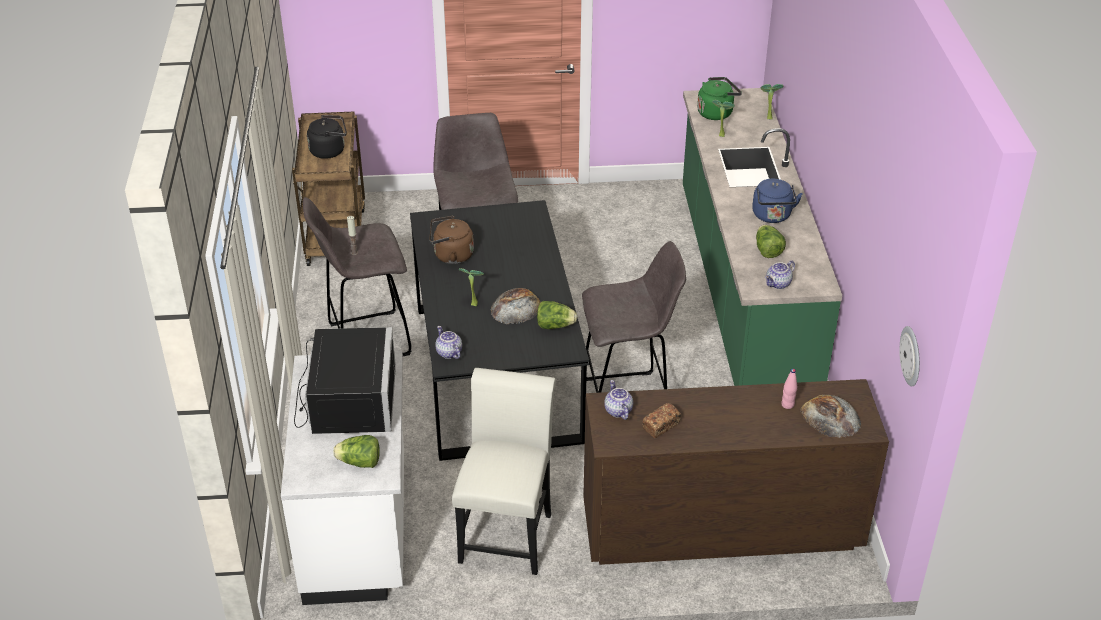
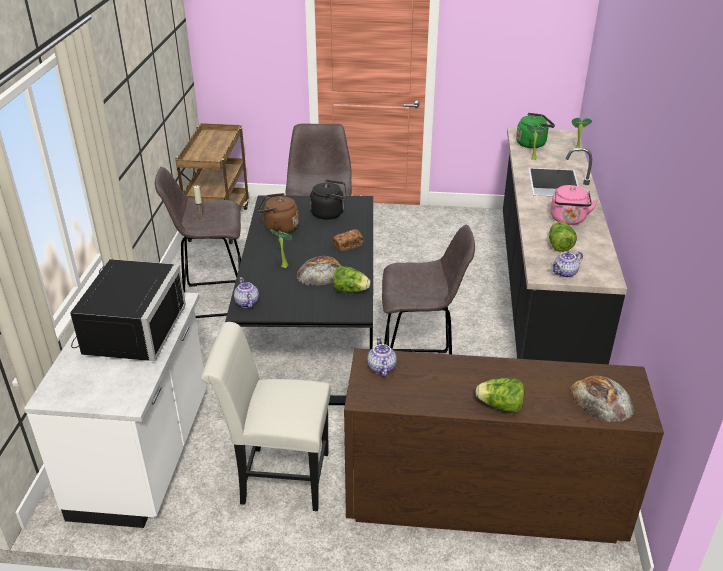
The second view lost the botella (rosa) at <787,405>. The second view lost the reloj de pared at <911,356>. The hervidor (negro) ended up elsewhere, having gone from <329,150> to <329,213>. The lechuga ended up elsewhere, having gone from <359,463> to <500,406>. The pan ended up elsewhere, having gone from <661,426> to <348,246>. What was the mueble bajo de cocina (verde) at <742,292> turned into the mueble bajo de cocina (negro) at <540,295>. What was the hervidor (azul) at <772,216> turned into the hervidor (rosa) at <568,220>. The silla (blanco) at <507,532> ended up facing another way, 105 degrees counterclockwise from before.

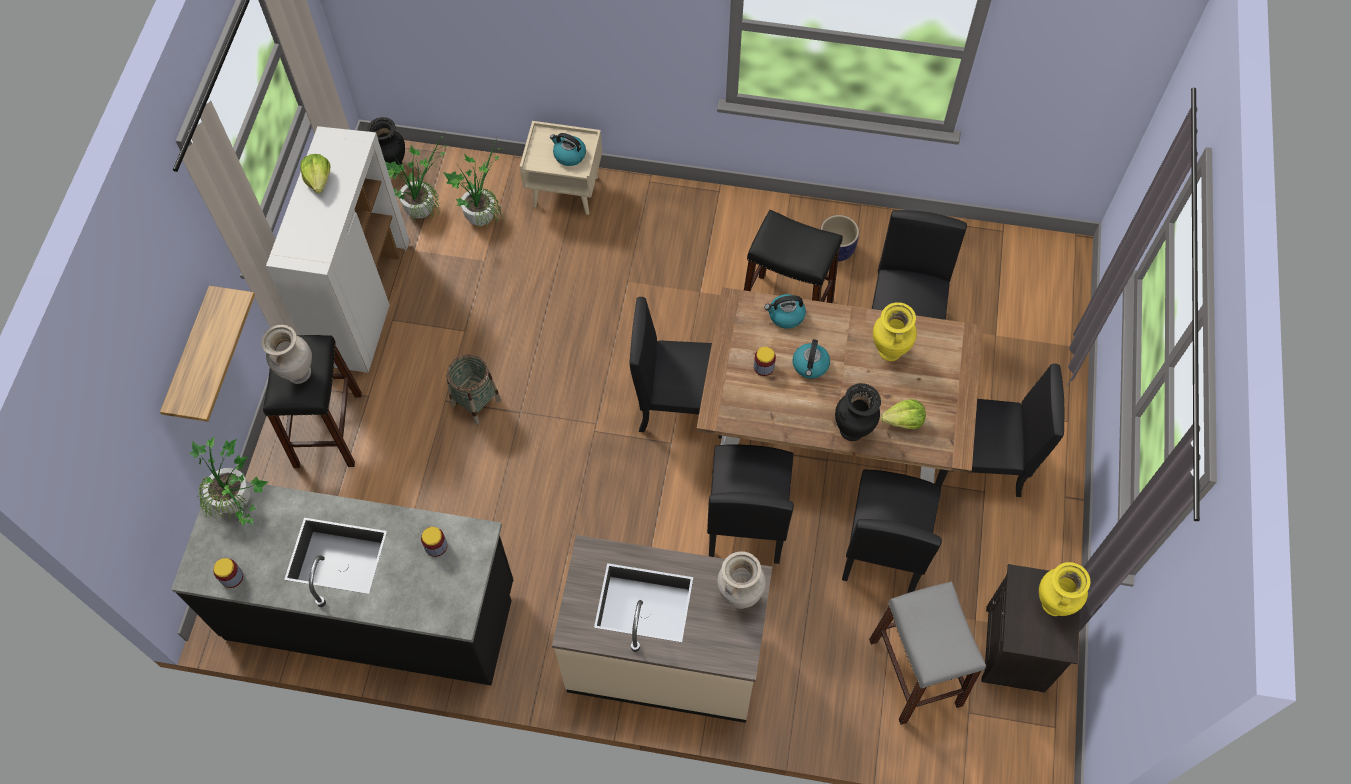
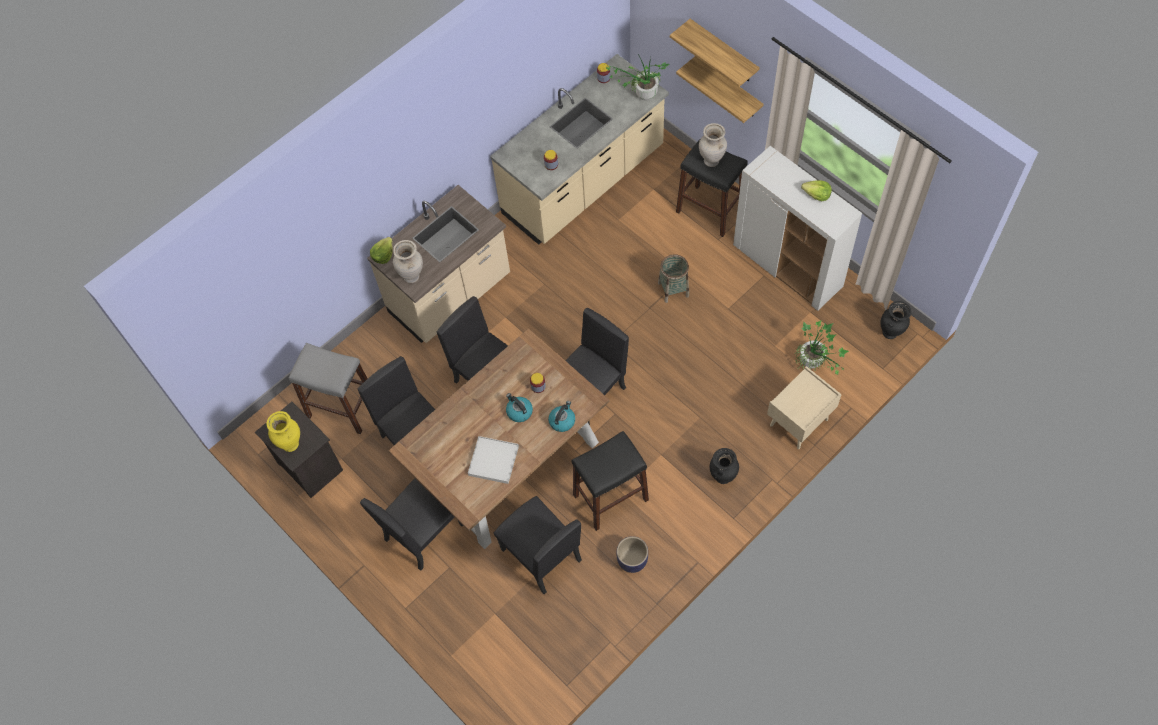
The second view lost the planta en maceta at <423,205>. The second view lost the hervidor at <569,155>. The second view gained the estante at <723,52>. The florero (negro) ended up elsewhere, having gone from <852,432> to <722,477>. The lechuga ended up elsewhere, having gone from <903,421> to <383,255>. Where the florero (amarillo) stood at <888,352>, the bandeja (blanco) came to stand at <493,461>. What was the mueble bajo de cocina (negro) at <371,610> turned into the mueble bajo de cocina (beis) at <584,182>.

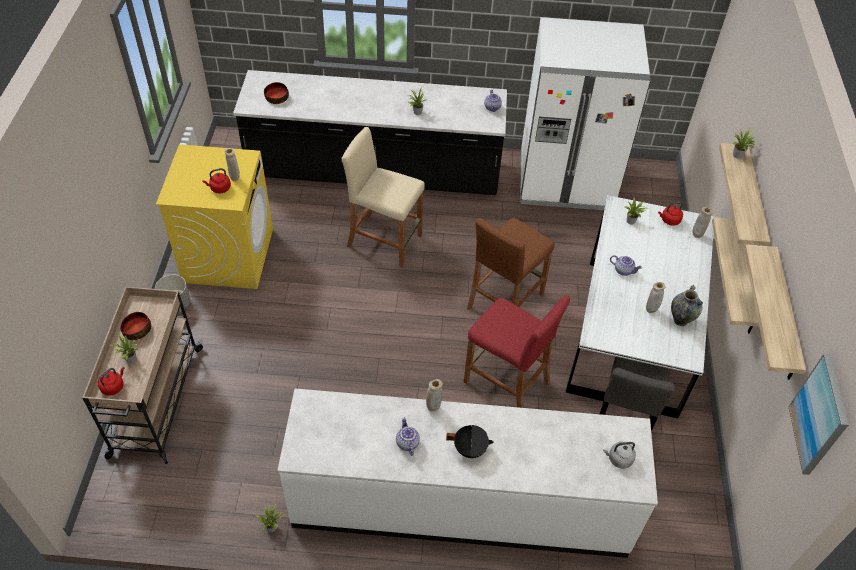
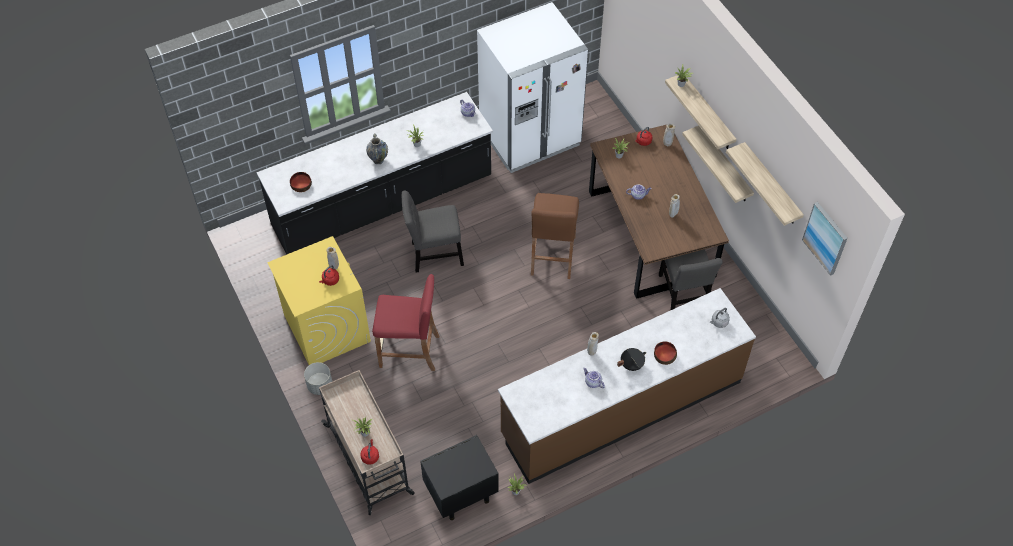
The second view gained the mesita de noche (negro) at <460,495>. The cuenco ended up elsewhere, having gone from <137,330> to <664,355>. The taburete (rojo) ended up elsewhere, having gone from <506,382> to <409,351>. The florero ended up elsewhere, having gone from <680,320> to <378,160>. Where the taburete (beis) stood at <384,241>, the silla (gris) came to stand at <434,255>. What was the mueble bajo de cocina (blanco) at <460,503> turned into the mueble bajo de cocina (marrón) at <621,407>. What was the mesa de comedor (blanco) at <630,332> turned into the mesa de comedor (marrón) at <650,233>.

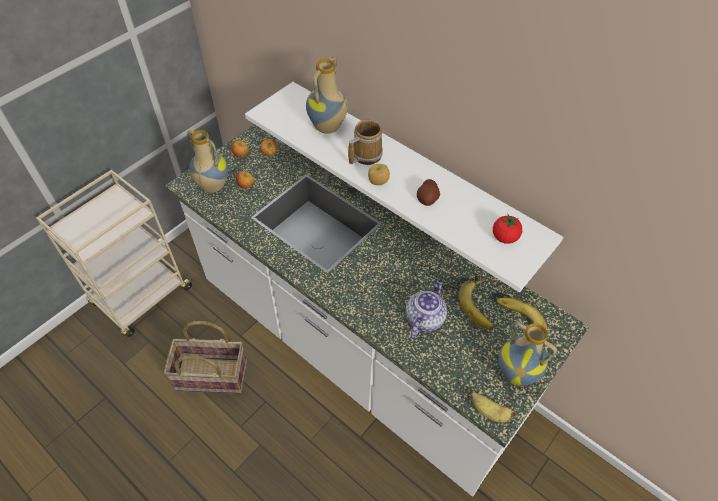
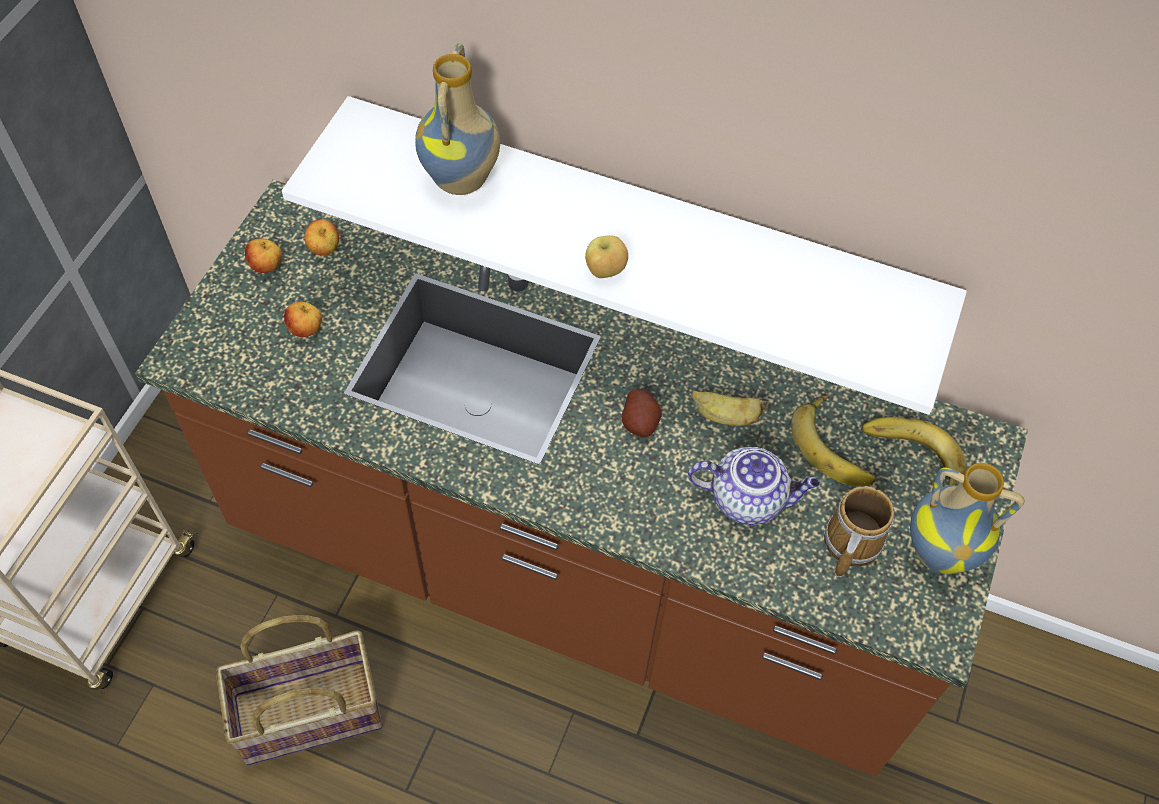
The second view lost the florero at <212,186>. The second view lost the tomate at <504,237>. The taza grande ended up elsewhere, having gone from <364,155> to <849,543>. The patata ended up elsewhere, having gone from <427,199> to <640,422>. The plátano ended up elsewhere, having gone from <489,412> to <725,416>. What was the mueble bajo de cocina (blanco) at <357,350> turned into the mueble bajo de cocina (marrón) at <571,576>. The tetera at <424,318> ended up facing another way, 90 degrees clockwise from before.

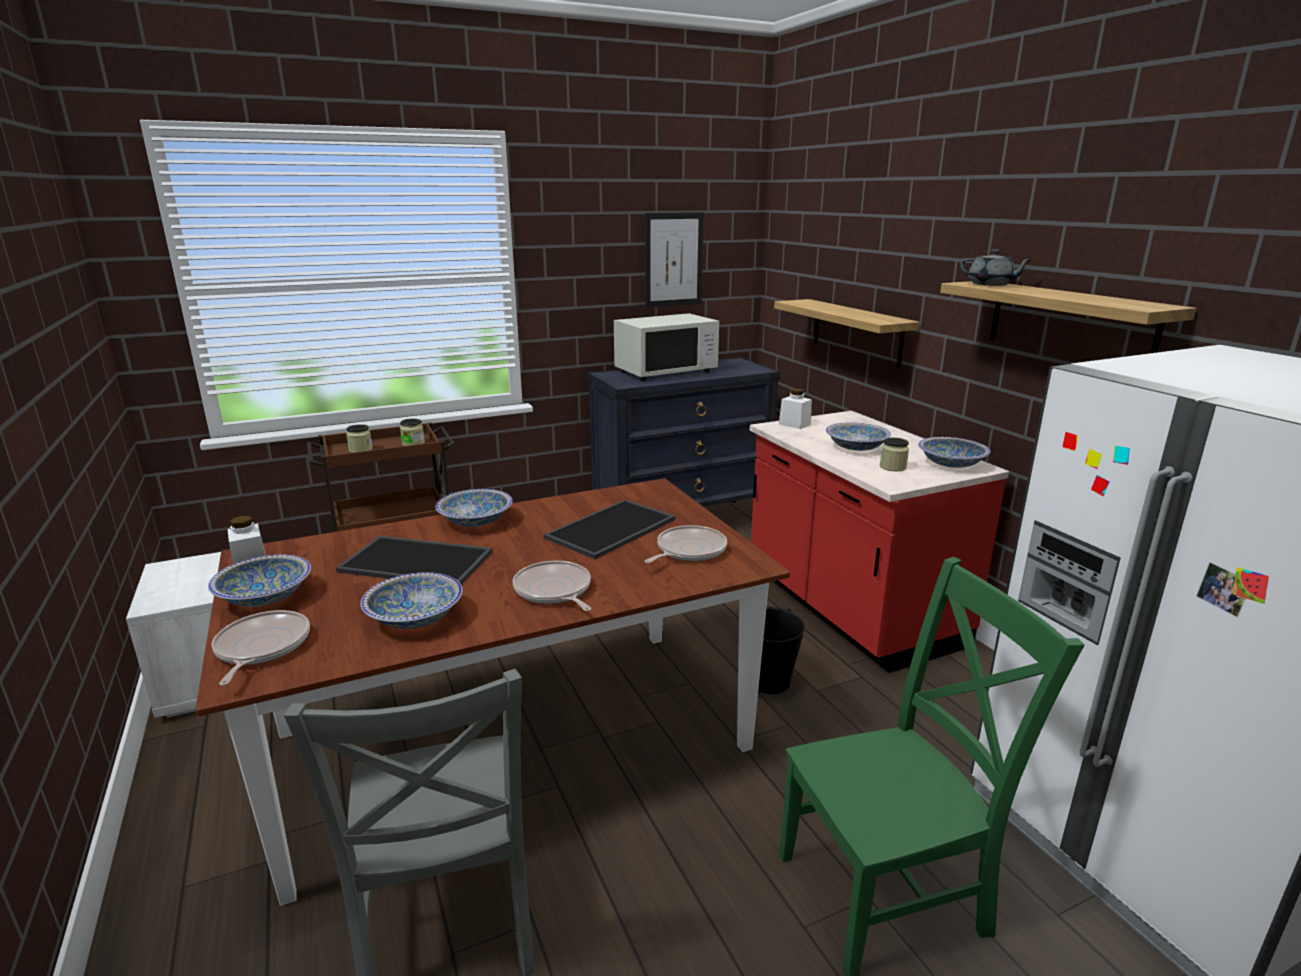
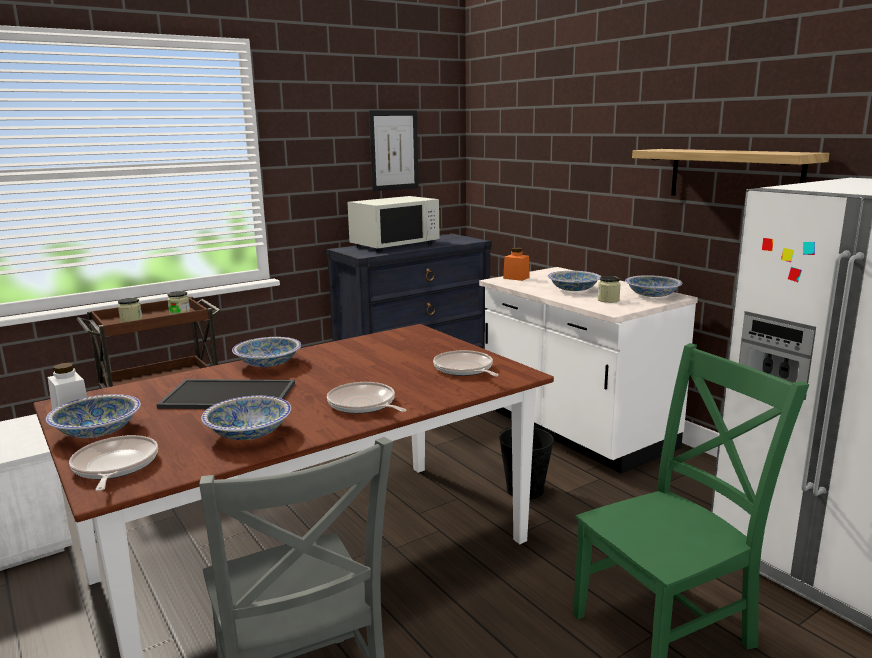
The second view lost the bandeja at <611,529>. The second view lost the estante at <857,332>. The second view lost the tetera (gris) at <991,284>. What was the mueble bajo de cocina (rojo) at <849,609> turned into the mueble bajo de cocina (blanco) at <575,431>. What was the tarro (blanco) at <794,424> turned into the tarro (naranja) at <516,278>. The sartén at <688,550> ended up facing another way, 60 degrees counterclockwise from before.

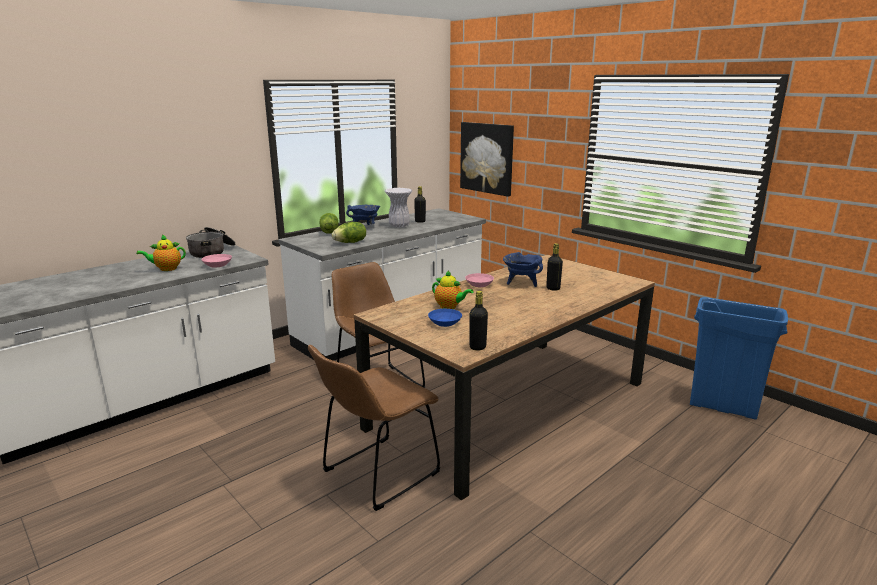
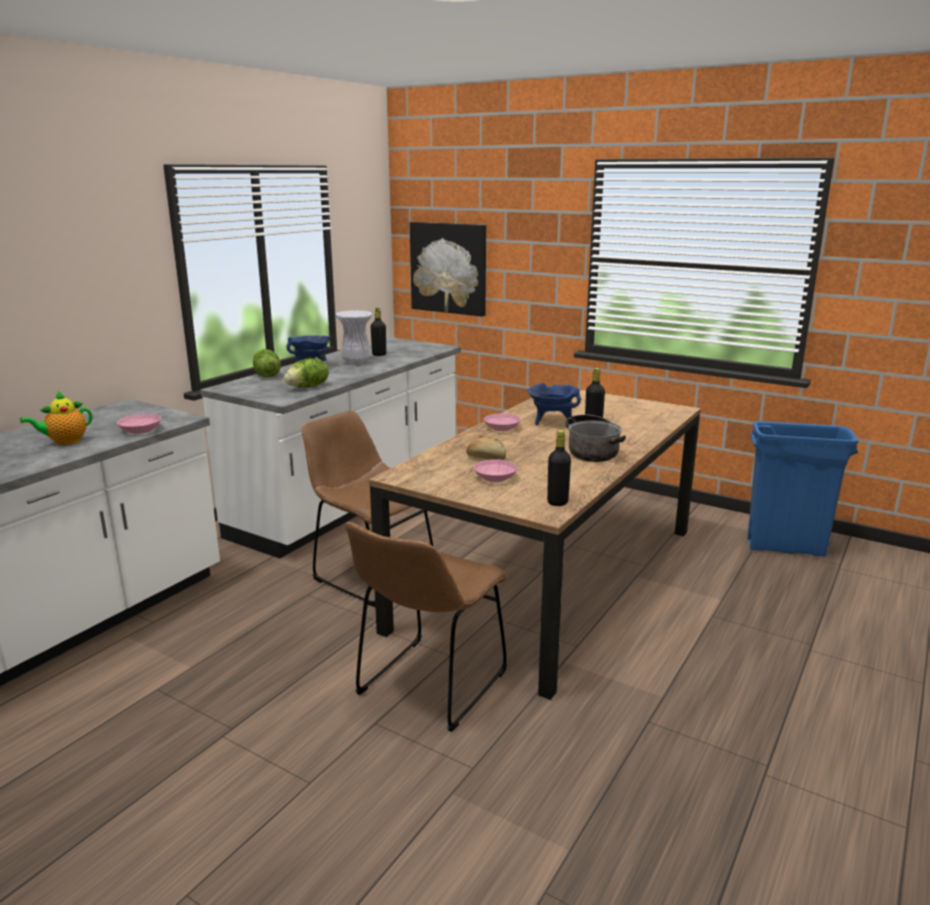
The olla ended up elsewhere, having gone from <212,251> to <592,450>. Where the tetera stood at <450,307>, the pan came to stand at <486,458>. What was the cuenco (azul) at <445,322> turned into the cuenco (rosa) at <495,477>.

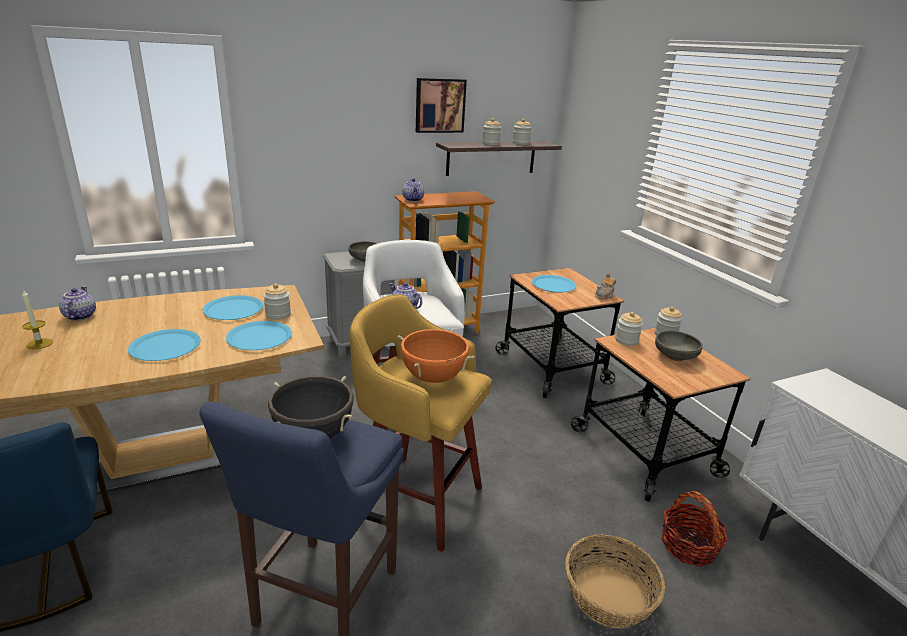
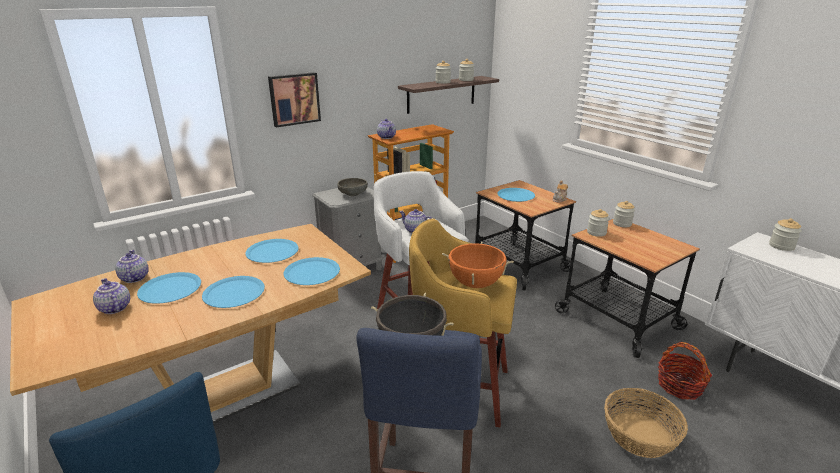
The second view lost the cuenco (gris) at <675,356>. The second view gained the plato (azul) at <170,289>. The tarro ended up elsewhere, having gone from <278,314> to <781,246>. The cuadro ended up elsewhere, having gone from <439,105> to <294,99>. Where the vela stood at <39,344>, the tetera came to stand at <114,308>.

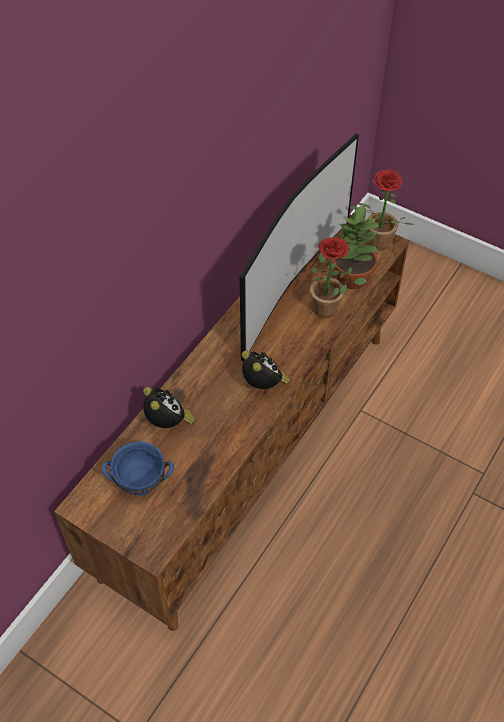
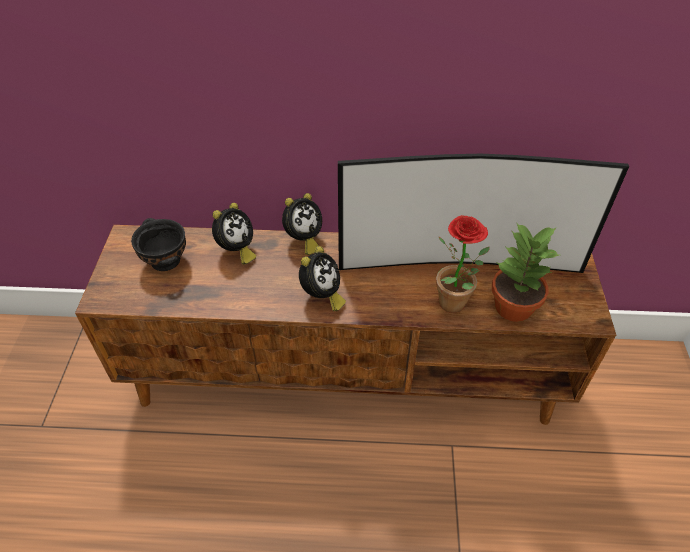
The second view lost the planta en maceta at <375,245>. The second view gained the despertador at <303,240>. What was the cuenco (azul) at <142,483> turned into the cuenco (negro) at <165,262>.

